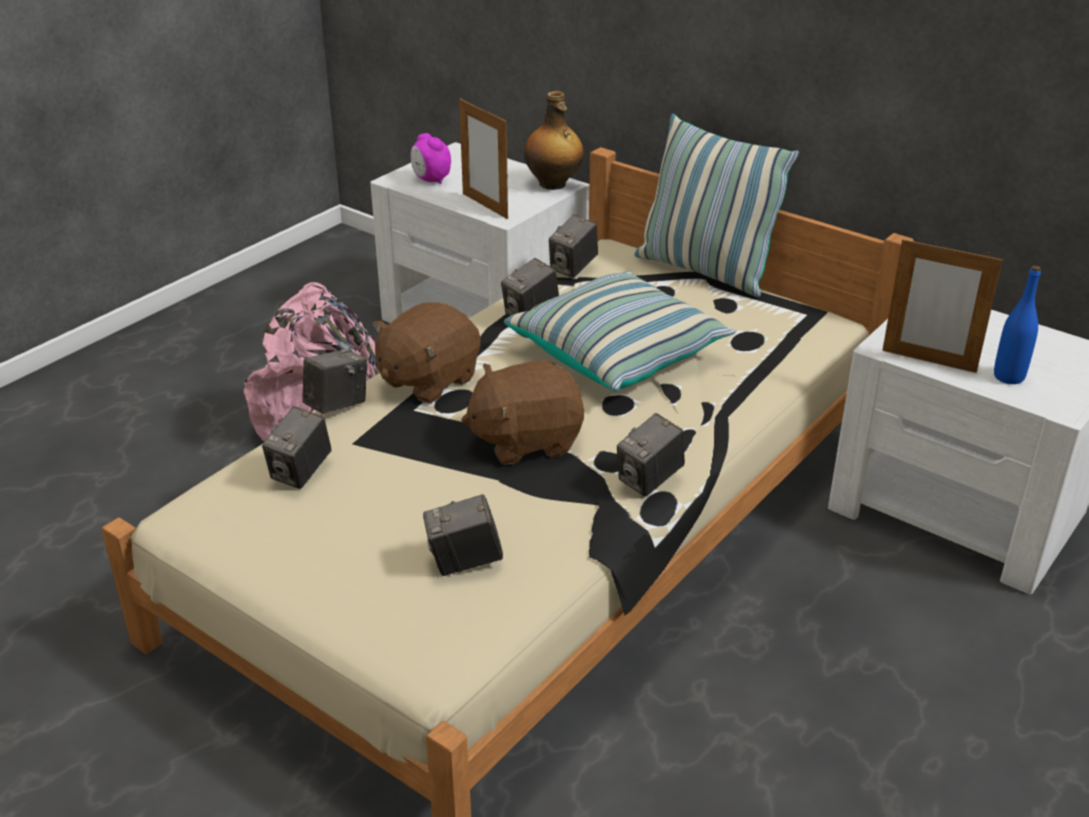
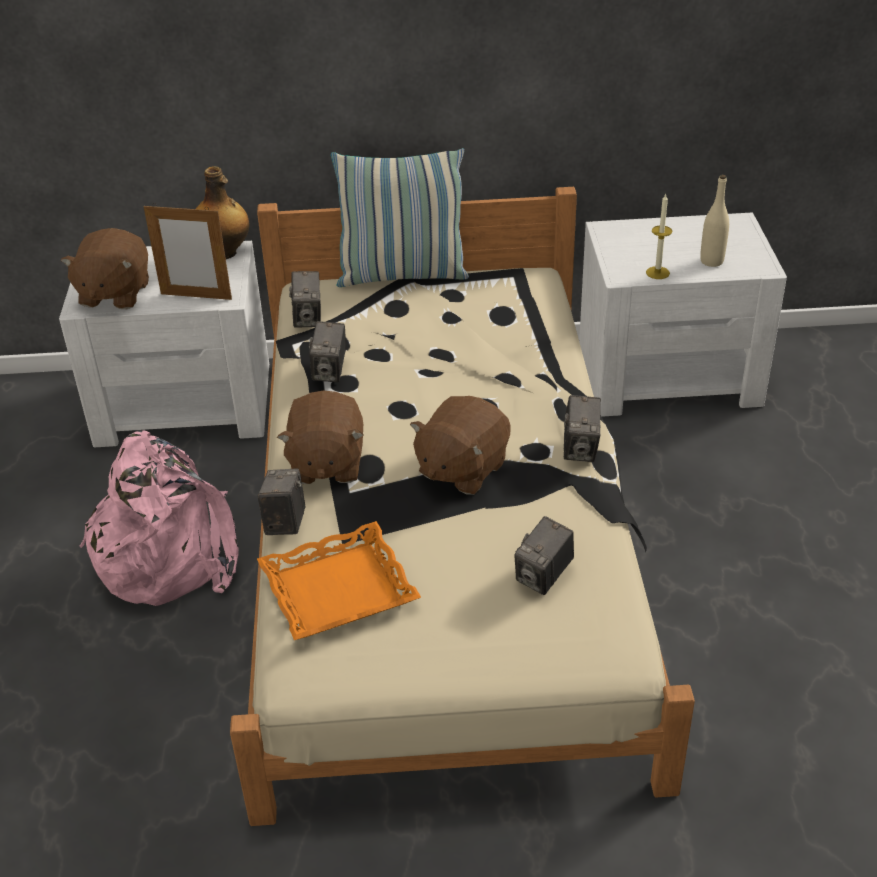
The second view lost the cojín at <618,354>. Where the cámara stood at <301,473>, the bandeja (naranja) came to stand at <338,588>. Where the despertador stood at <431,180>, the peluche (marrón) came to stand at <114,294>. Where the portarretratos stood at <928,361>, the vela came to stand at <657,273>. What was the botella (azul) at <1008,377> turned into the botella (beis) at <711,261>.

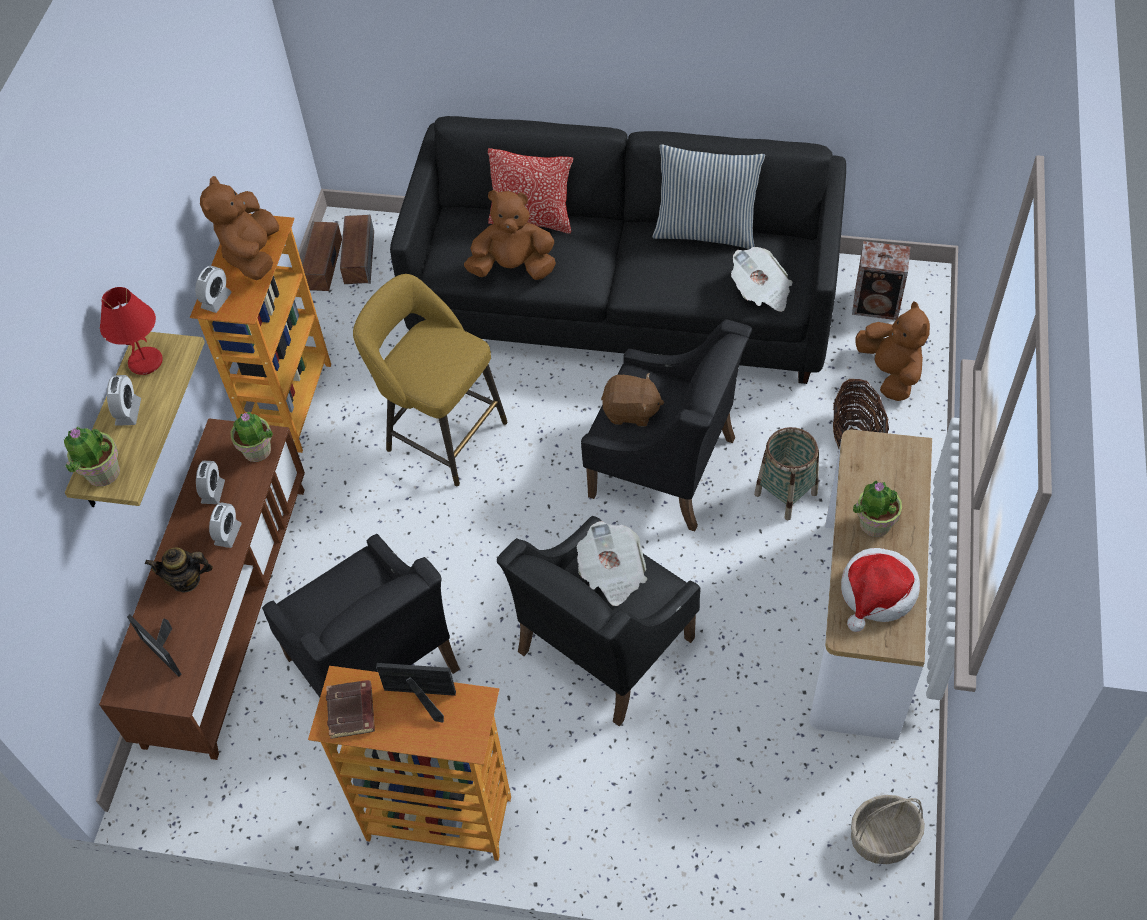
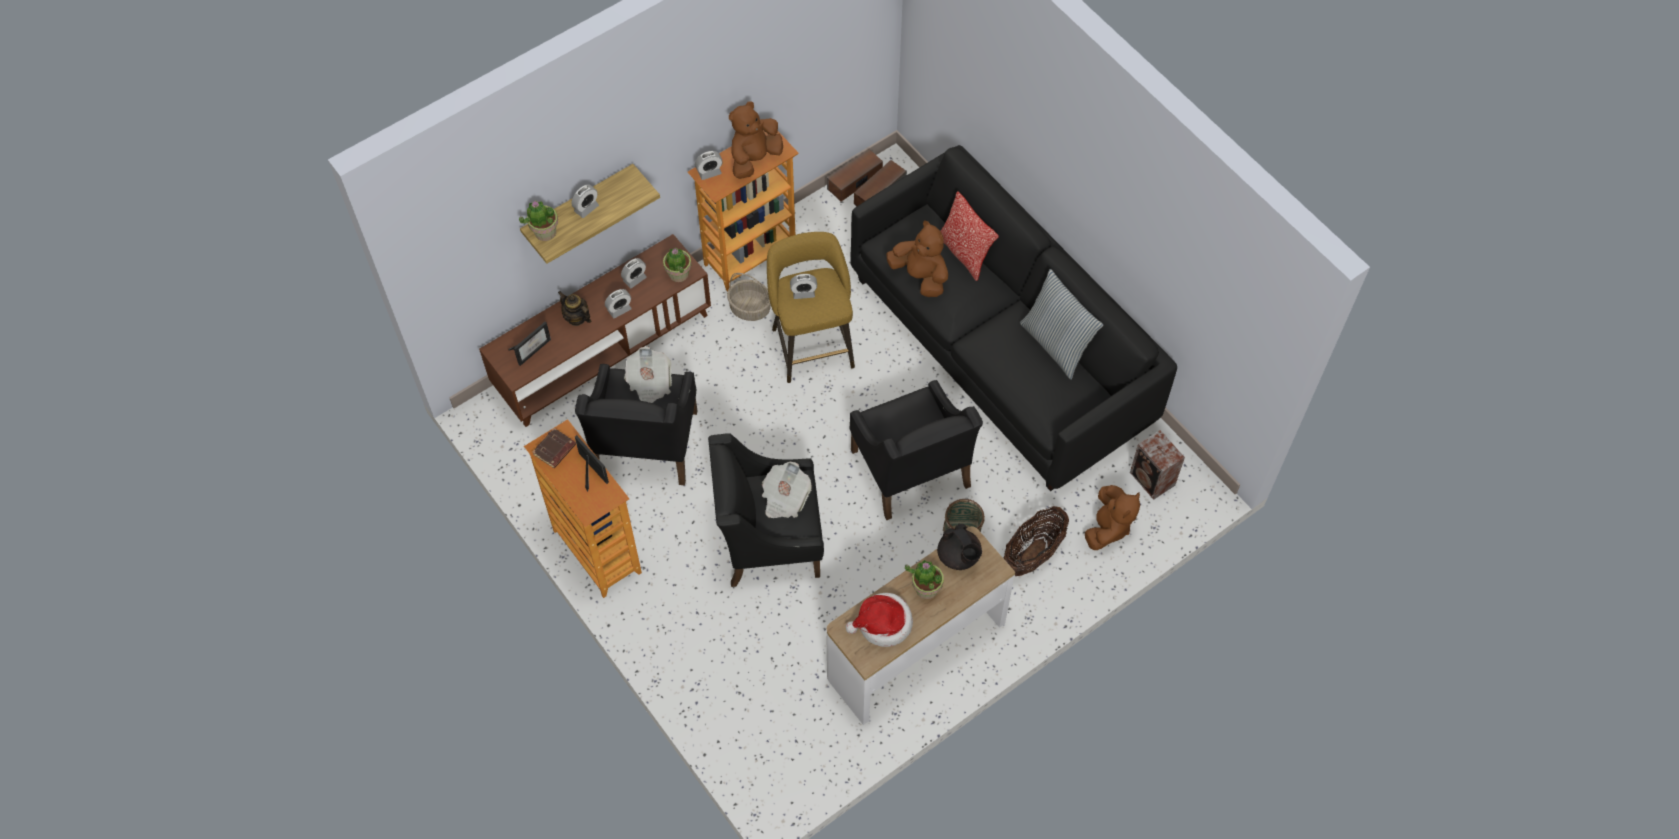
The second view lost the lámpara de mesa (rojo) at <145,361>. The second view lost the peluche (marrón) at <631,412>. The second view gained the despertador at <803,293>. The second view gained the tetera (negro) at <959,556>. The periódico ended up elsewhere, having gone from <761,291> to <649,383>. The cesta ended up elsewhere, having gone from <882,839> to <749,308>. The portarretratos at <167,653> ended up facing another way, 135 degrees counterclockwise from before.

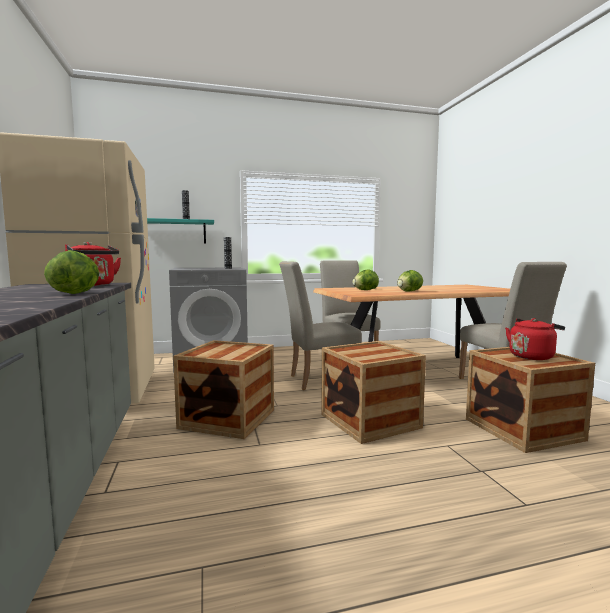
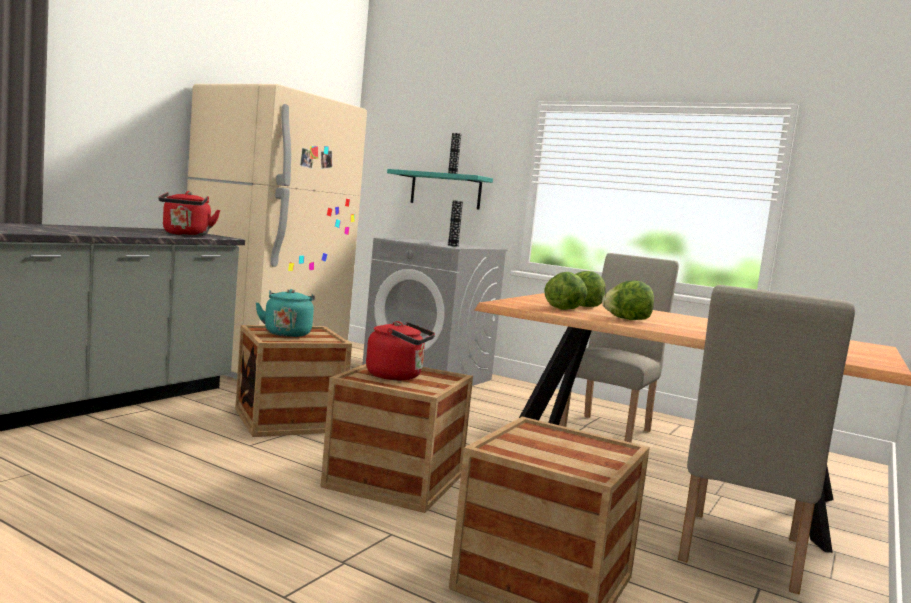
The second view lost the silla (beis) at <318,380>. The second view gained the hervidor (turquesa) at <287,333>. The lechuga ended up elsewhere, having gone from <76,293> to <565,309>. The hervidor (rojo) ended up elsewhere, having gone from <532,356> to <397,376>.

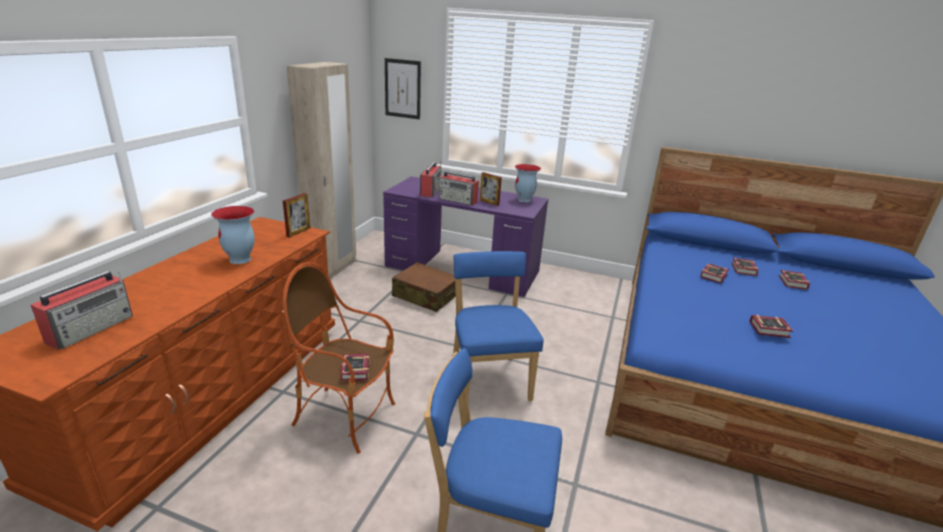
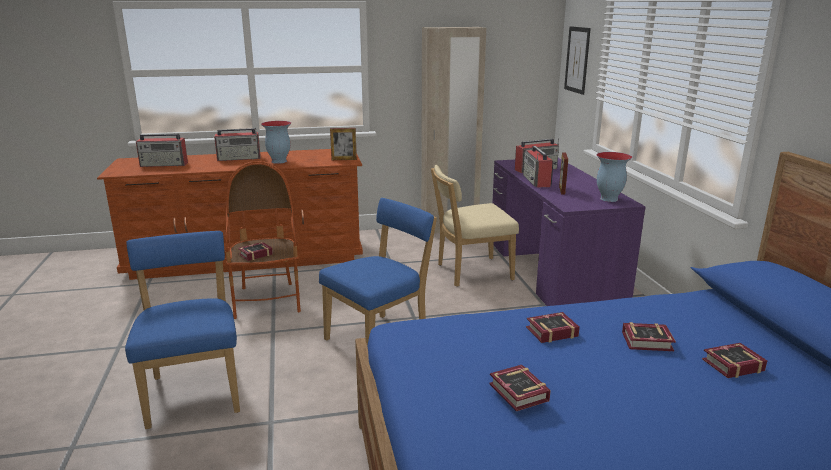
The second view gained the radio at <239,158>. The libro ended up elsewhere, having gone from <792,283> to <549,331>. Where the maleta (marrón) stood at <425,296>, the silla (beis) came to stand at <470,272>.

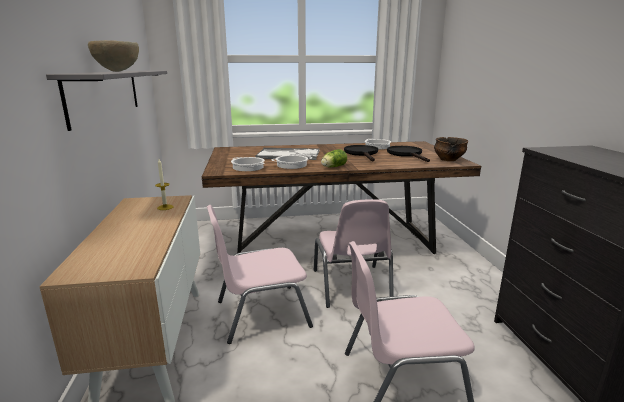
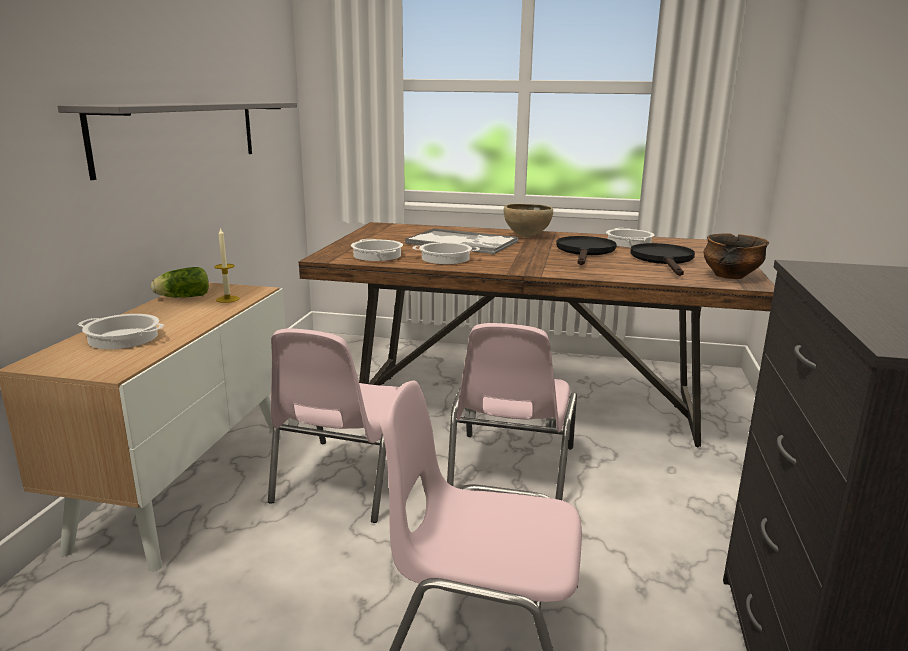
The second view gained the olla at <124,338>. The cuenco (marrón) ended up elsewhere, having gone from <117,71> to <527,236>. The lechuga ended up elsewhere, having gone from <332,167> to <181,297>. The silla (rosa) at <260,313> ended up facing another way, 75 degrees counterclockwise from before.

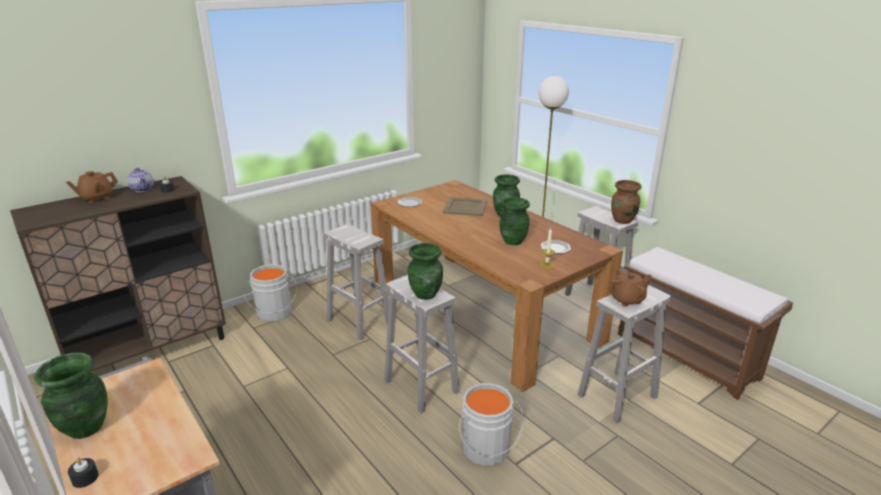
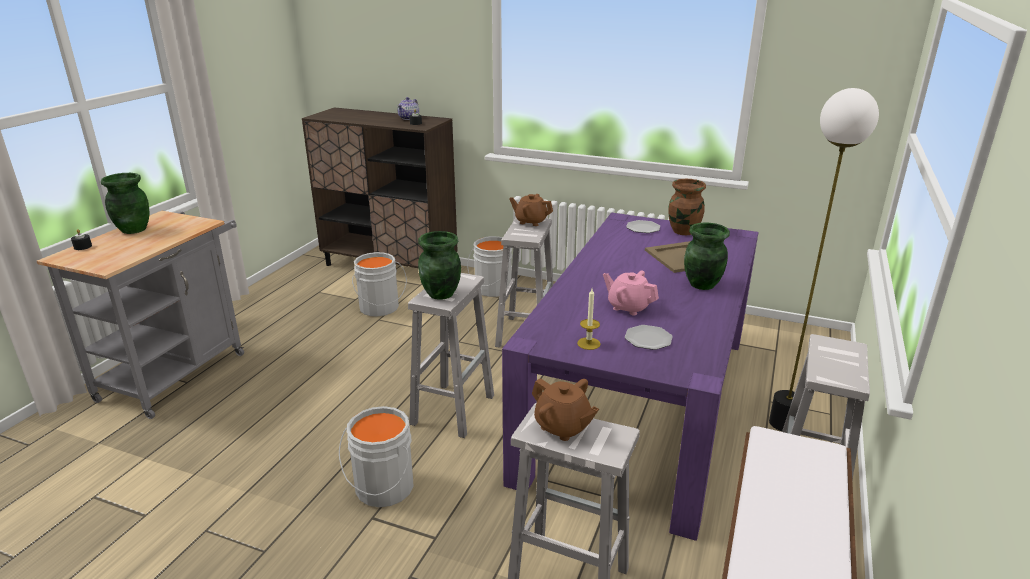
The second view gained the cubo (gris) at <380,308>. The tetera (marrón) ended up elsewhere, having gone from <97,198> to <531,221>. The florero (marrón) ended up elsewhere, having gone from <623,221> to <683,231>. Where the florero (verde) stood at <513,241>, the tetera (rosa) came to stand at <628,307>. What was the mesa de comedor (marrón) at <482,310> turned into the mesa de comedor (morado) at <639,403>.

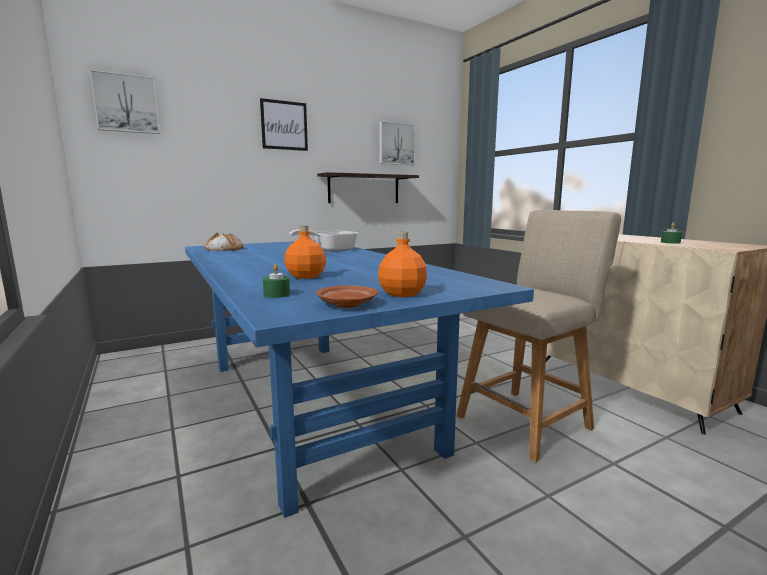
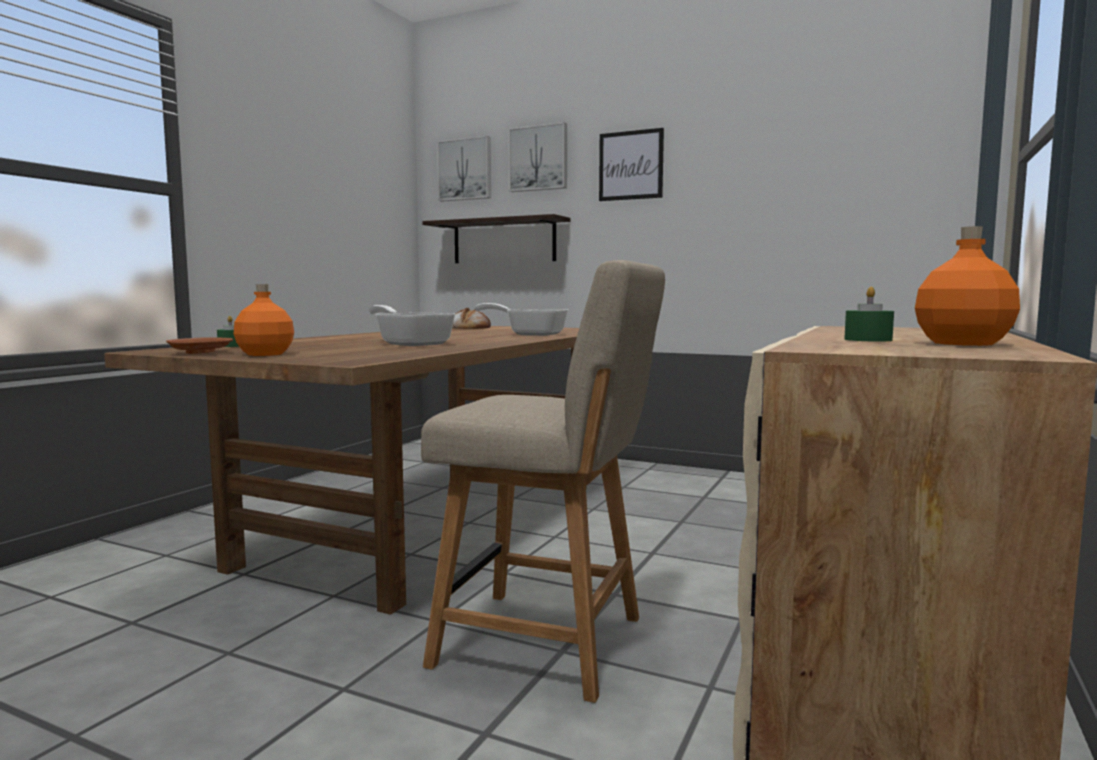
The second view gained the sartén at <411,344>. The botella (naranja) ended up elsewhere, having gone from <306,276> to <964,343>. The estante ended up elsewhere, having gone from <364,189> to <504,241>. The cuadro ended up elsewhere, having gone from <396,144> to <539,158>. What was the mesa de comedor (azul) at <311,401> turned into the mesa de comedor (marrón) at <435,522>.

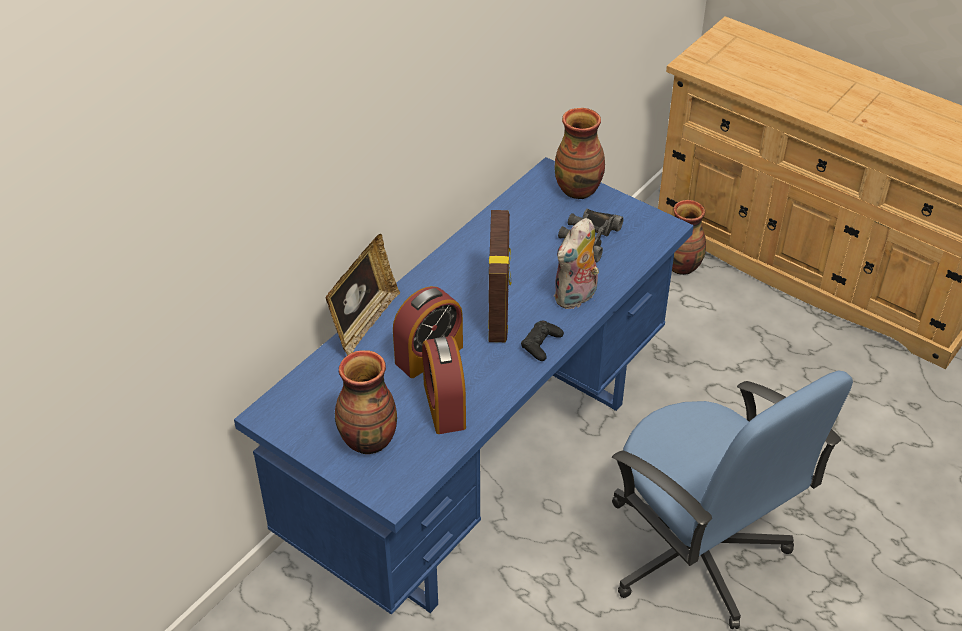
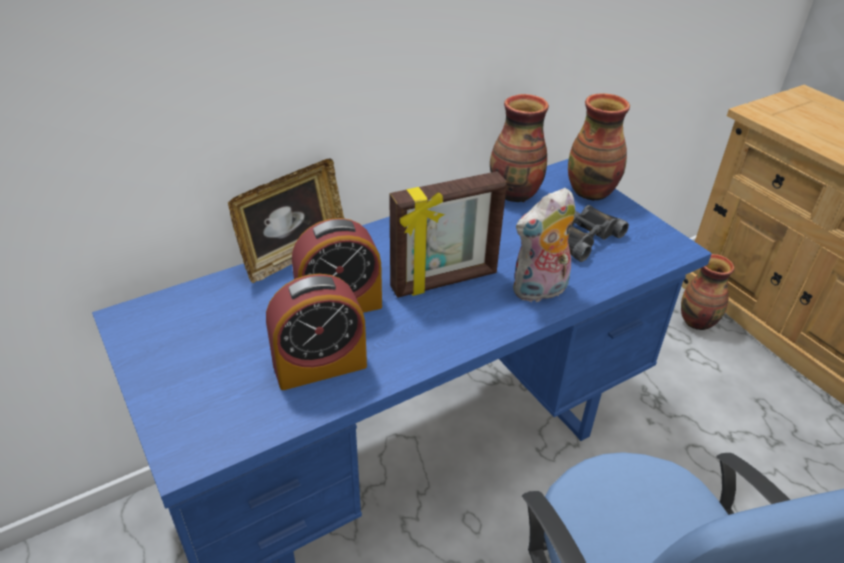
The second view lost the mando de consola (negro) at <541,344>. The florero ended up elsewhere, having gone from <369,441> to <515,194>. The despertador at <444,406> ended up facing another way, 120 degrees counterclockwise from before. The portarretratos at <499,310> ended up facing another way, 45 degrees clockwise from before.

